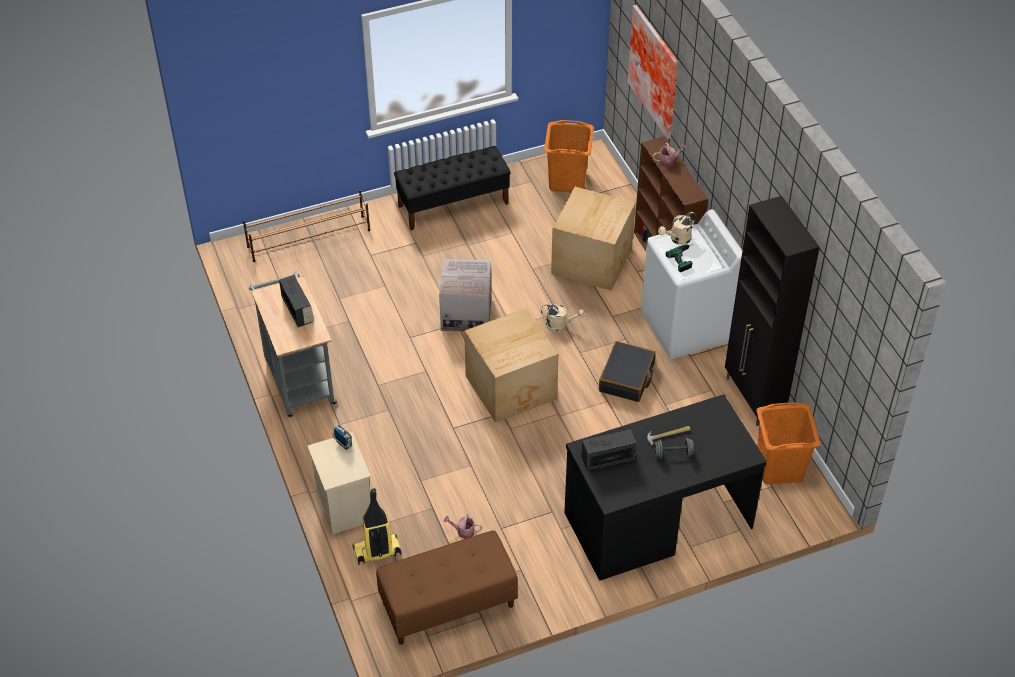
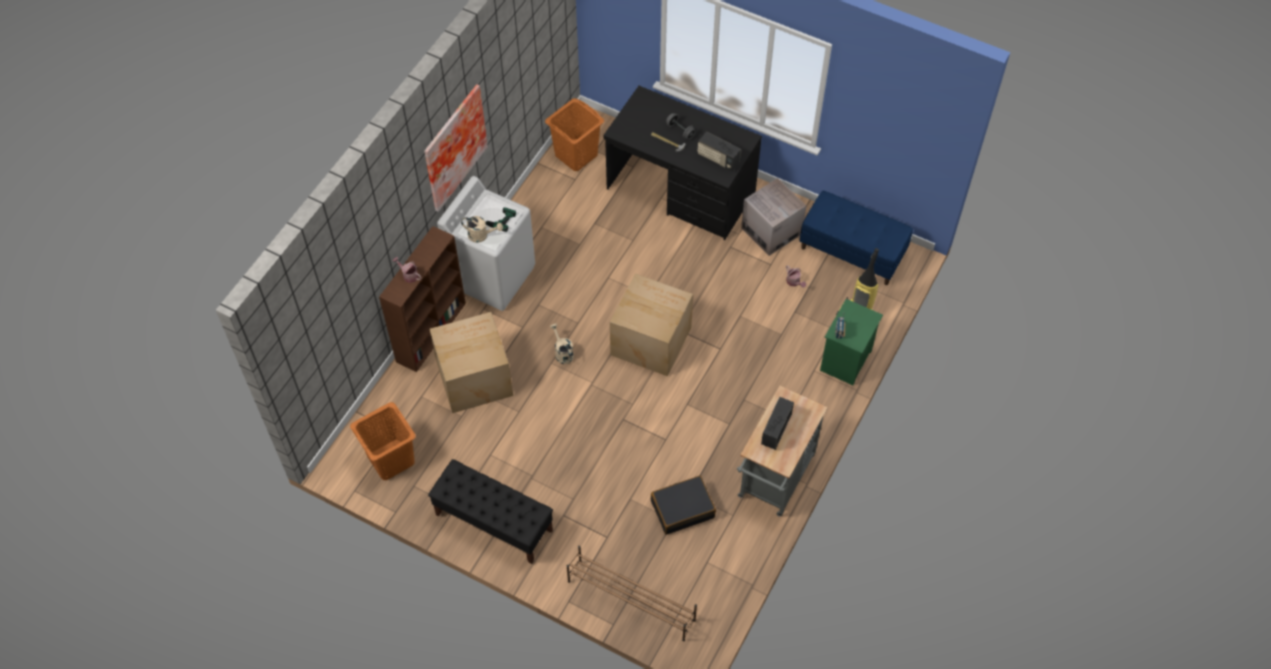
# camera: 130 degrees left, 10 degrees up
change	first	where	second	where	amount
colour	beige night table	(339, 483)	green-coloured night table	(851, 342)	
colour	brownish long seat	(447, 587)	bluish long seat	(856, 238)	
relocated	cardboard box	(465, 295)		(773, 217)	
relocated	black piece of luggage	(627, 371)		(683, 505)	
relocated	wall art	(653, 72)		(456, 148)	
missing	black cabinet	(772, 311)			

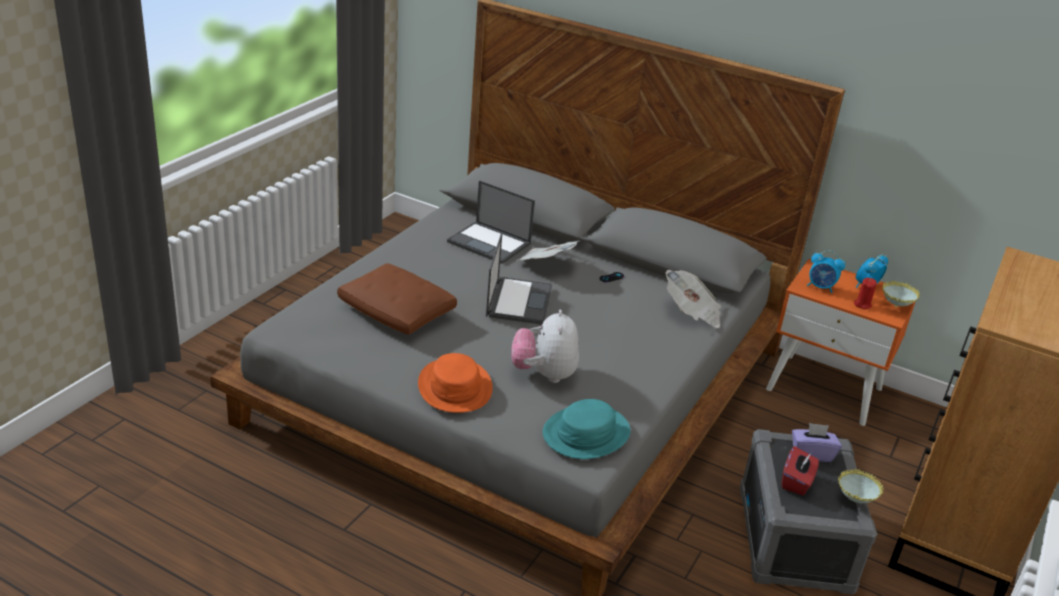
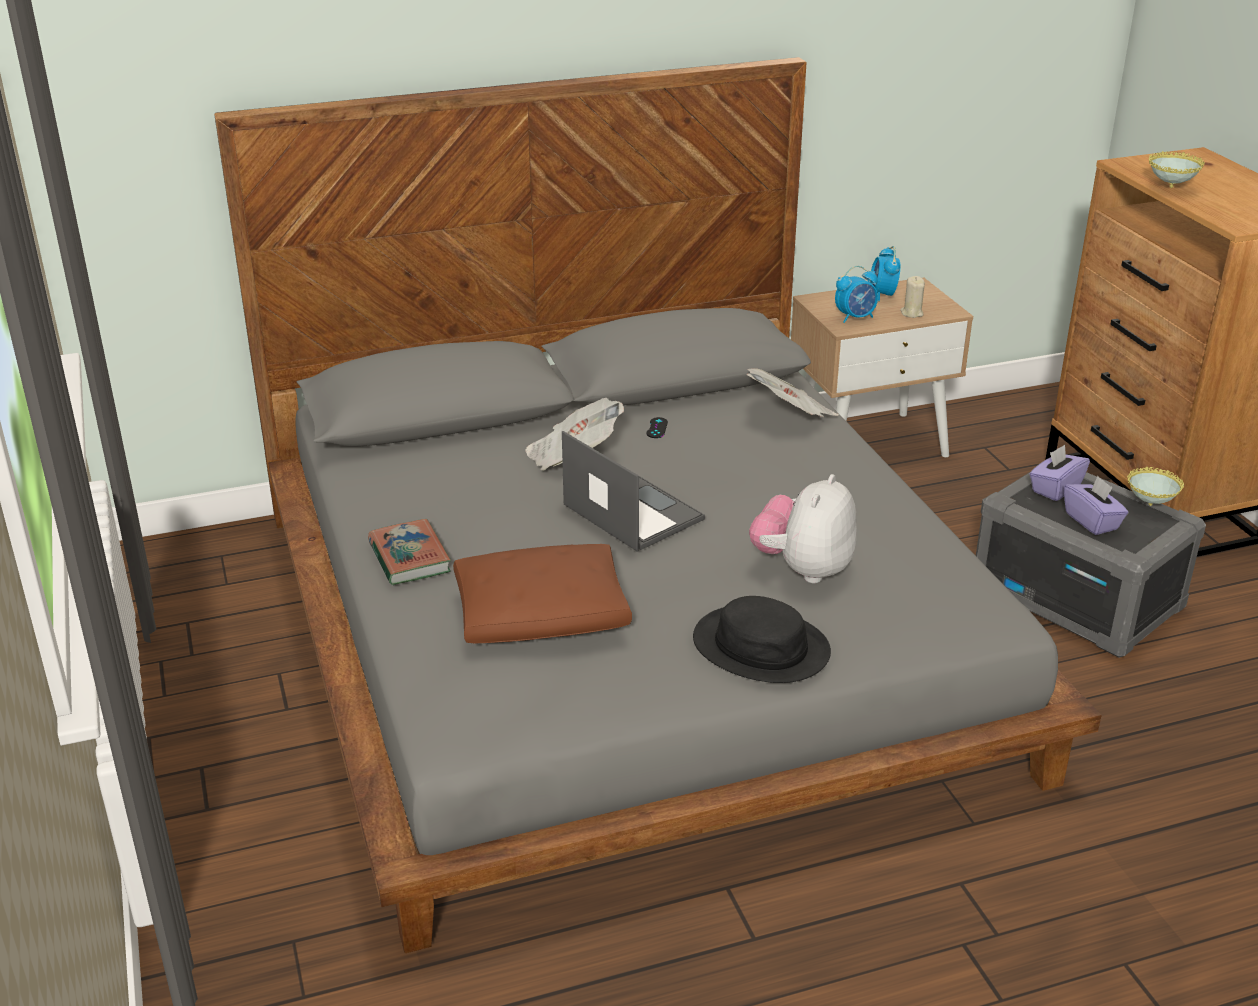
# camera: 45 degrees left, 0 degrees up
change	first	where	second	where	amount
colour	orange clothing hat	(455, 383)	black clothing hat	(762, 639)	
missing	laptop	(491, 222)			
spun	soft toy	(545, 346)		(803, 528)	75 degrees clockwise
missing	turquoise clothing hat	(587, 429)			
colour	orange night table	(841, 342)	beige night table	(882, 367)	
colour	reddish tissue box	(800, 470)	purple-coloured tissue box	(1096, 505)	
colour	reddish wax light	(865, 293)	beige wax light	(912, 297)	
relocated	serving bowl	(901, 294)		(1177, 169)	
appeared			bound book	(409, 552)	

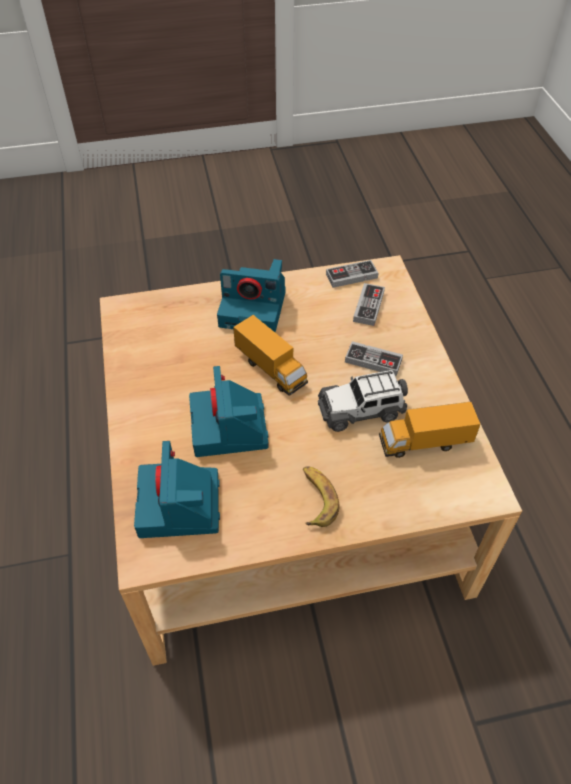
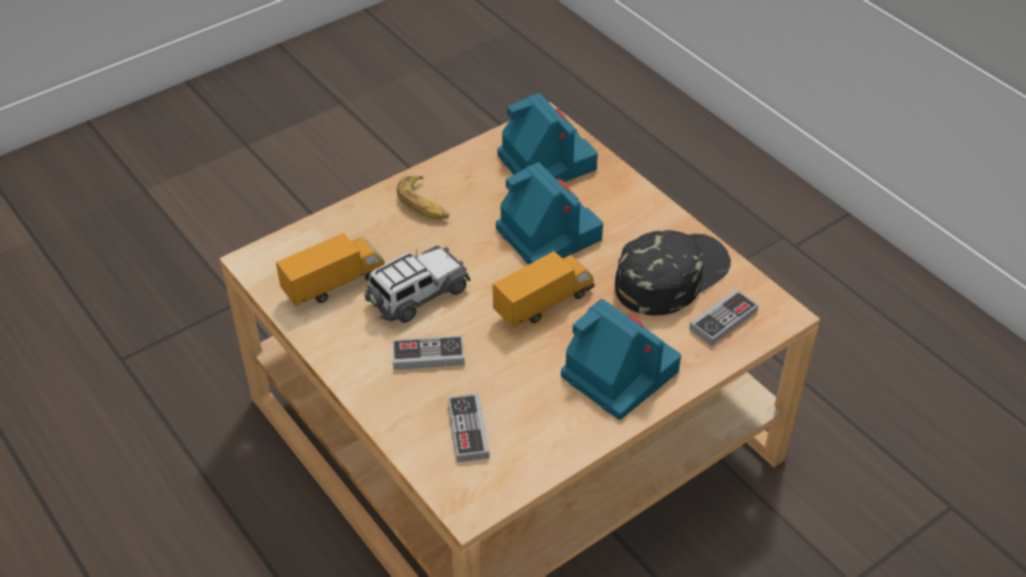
# camera: 155 degrees right, 5 degrees down
change	first	where	second	where	amount
spun	photo camera	(251, 295)		(621, 359)	60 degrees clockwise
spun	toy lorry	(270, 355)		(544, 289)	120 degrees clockwise
relocated	game controller	(352, 274)		(724, 317)	
appeared			black cap	(673, 272)	

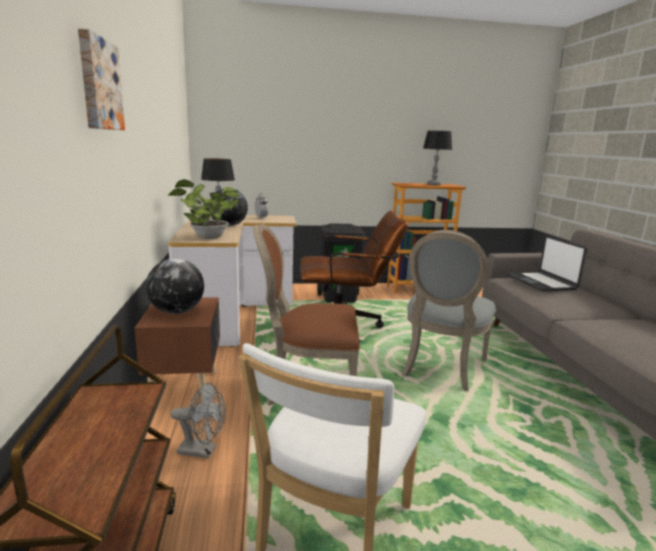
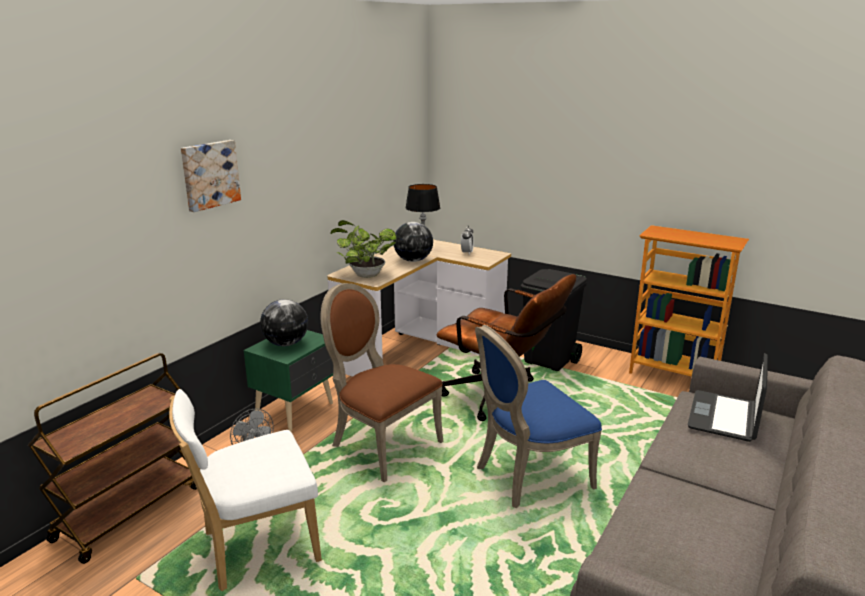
# camera: 40 degrees right, 5 degrees up
change	first	where	second	where	amount
colour	brownish night table	(177, 350)	green-coloured night table	(288, 381)	
colour	gray plain chair	(449, 310)	bluish plain chair	(538, 417)	
missing	lamp for a table	(437, 158)			

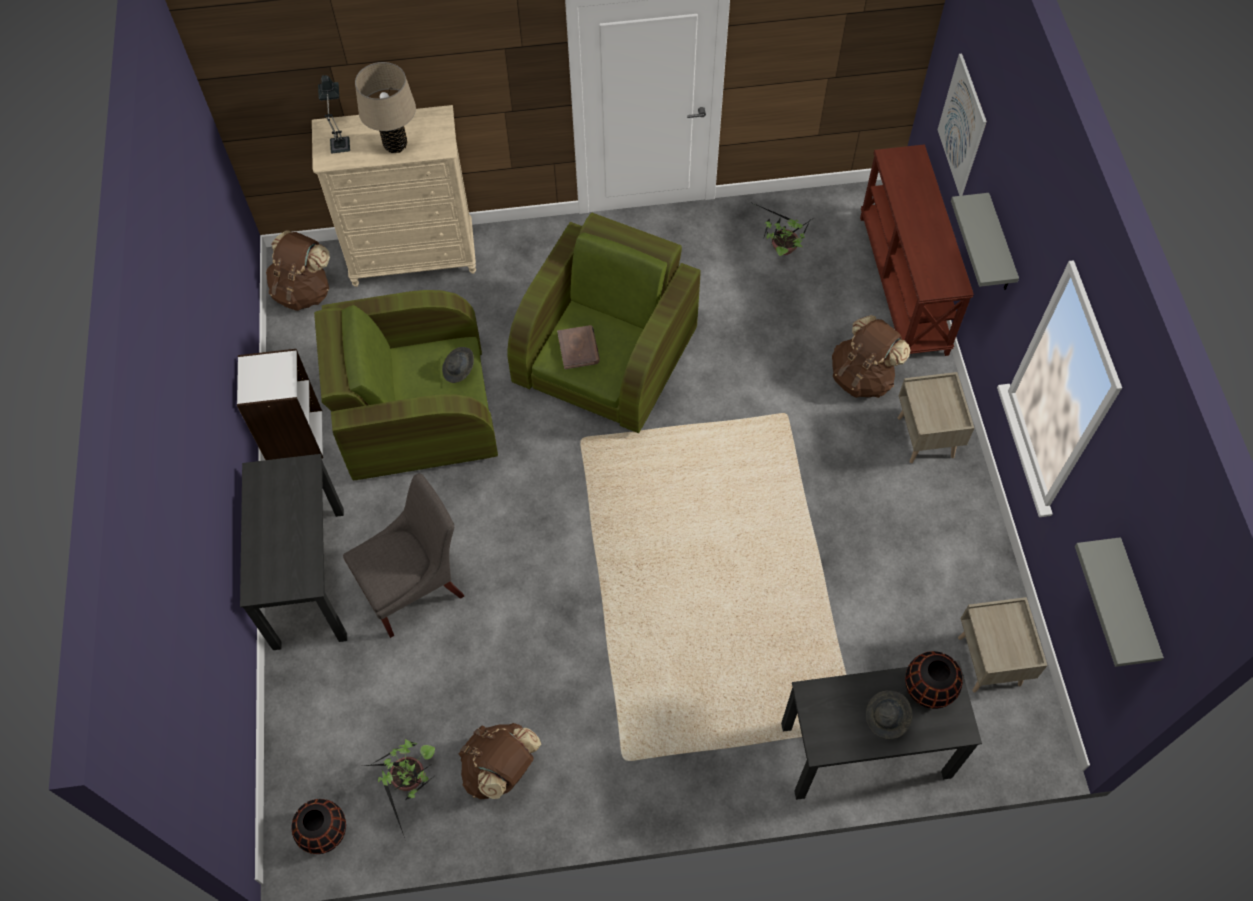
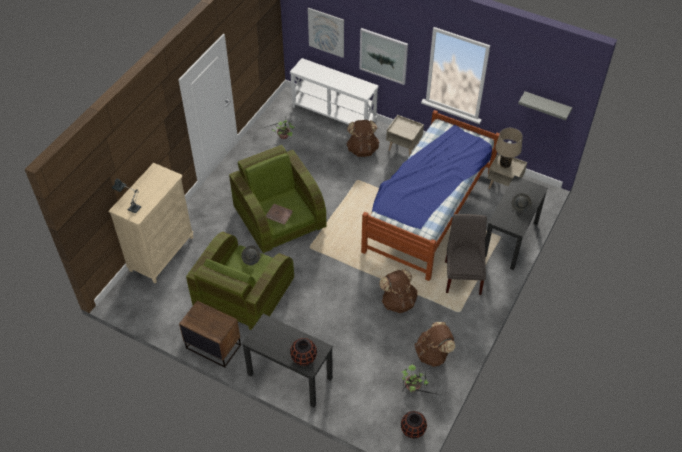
# camera: 55 degrees left, 10 degrees down
change	first	where	second	where	amount
exchanged	whitish bookshelf	(280, 404)	brownish night table	(210, 334)	
relocated	brownish backpack	(298, 270)		(398, 291)	
relocated	gray plain chair	(403, 555)		(466, 254)	
relocated	beige lamp for a table	(385, 107)		(509, 148)	
colour	brownish console table	(917, 250)	whitish console table	(334, 91)	
relocated	black flower vase	(934, 680)		(303, 352)	
exchanged	gray bracket shelf	(985, 241)	wall art	(383, 56)	
appeared			bedroom bed	(430, 195)	

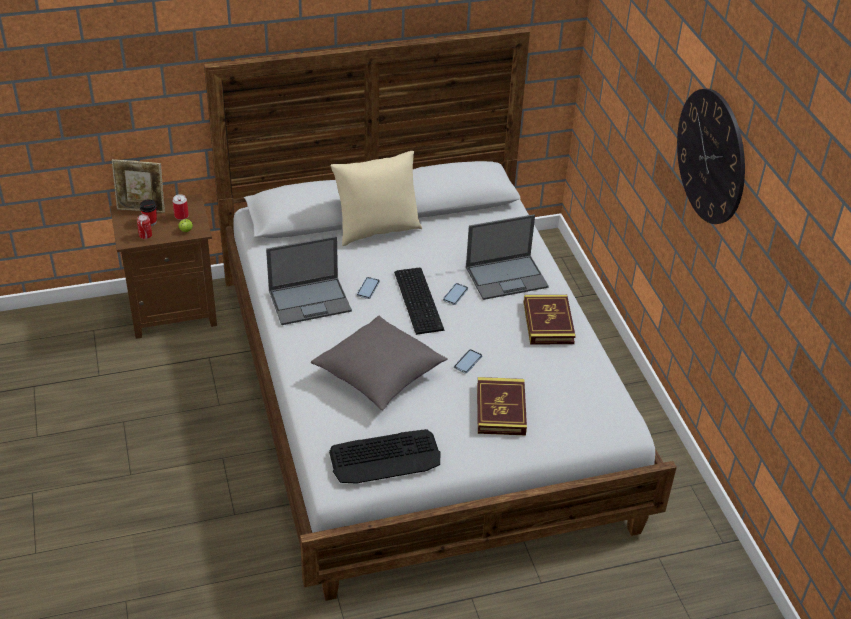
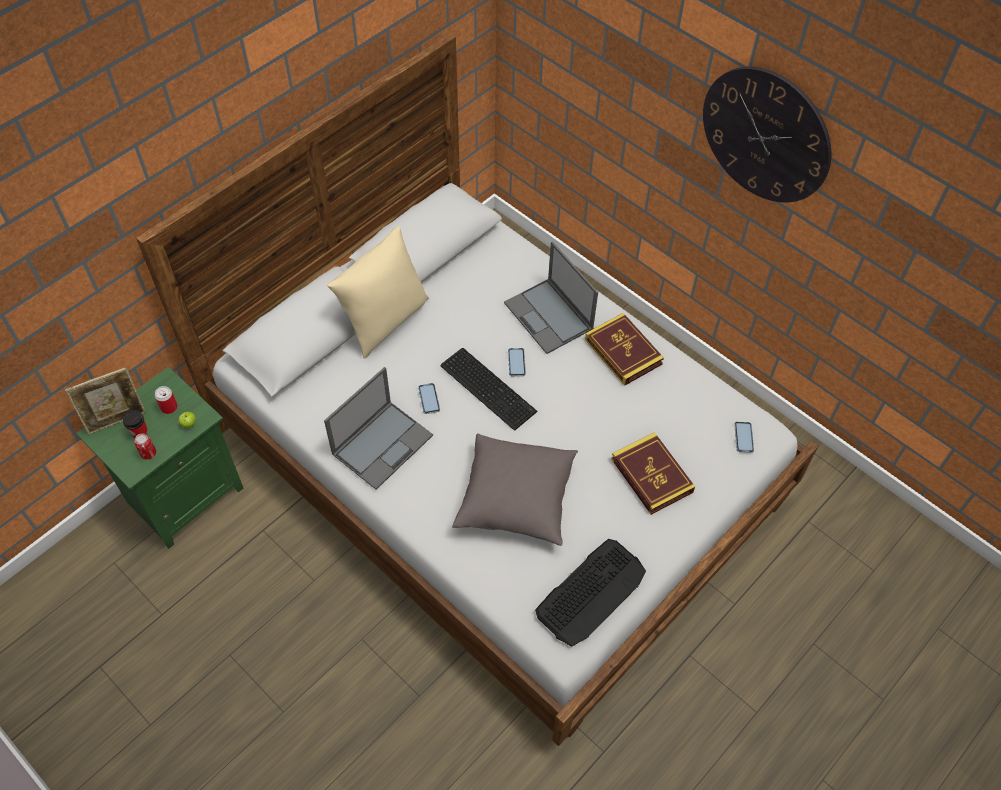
# camera: 30 degrees left, 15 degrees up
change	first	where	second	where	amount
colour	brownish night table	(163, 266)	green-coloured night table	(160, 458)	
relocated	telephone	(468, 361)		(744, 437)	
spun	laptop	(507, 257)		(551, 297)	105 degrees clockwise

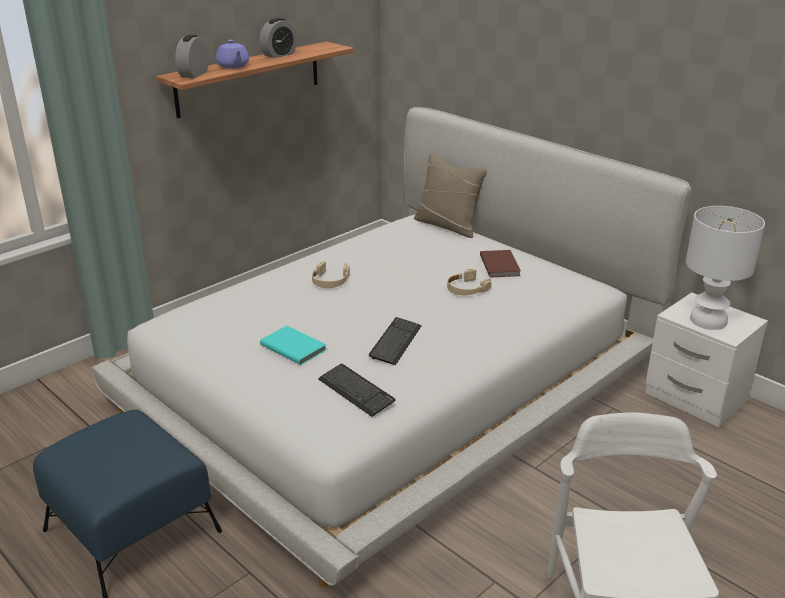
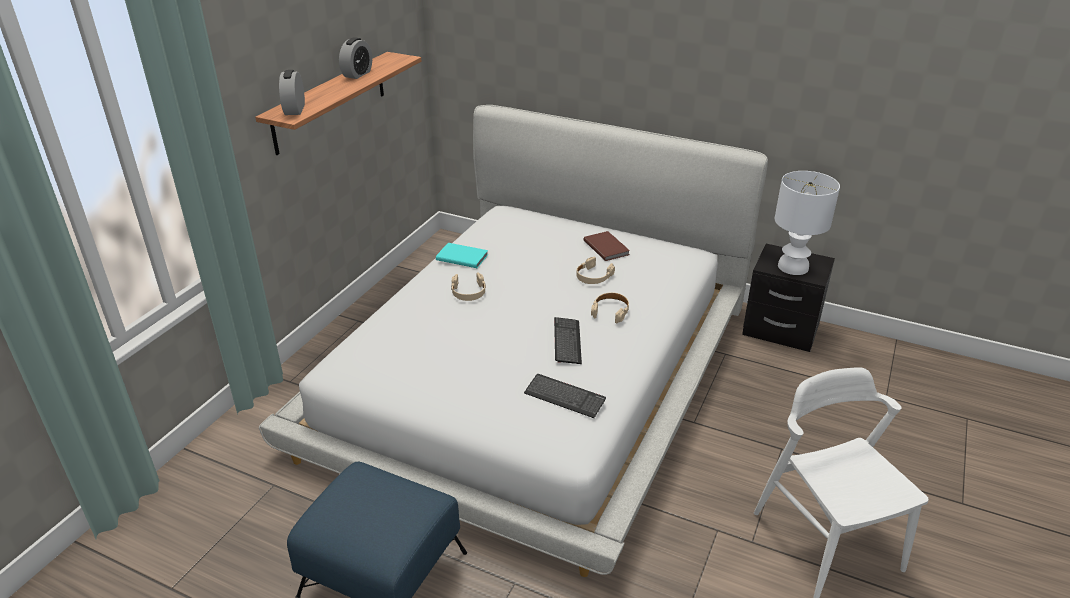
# camera: 20 degrees left, 5 degrees up
change	first	where	second	where	amount
missing	purple-coloured teapot	(232, 54)			
relocated	turquoise bound book	(293, 345)		(462, 255)	
missing	beige pillow	(450, 196)			
colour	whitish night table	(706, 359)	black night table	(788, 298)	
appeared			beige headphones	(610, 307)	

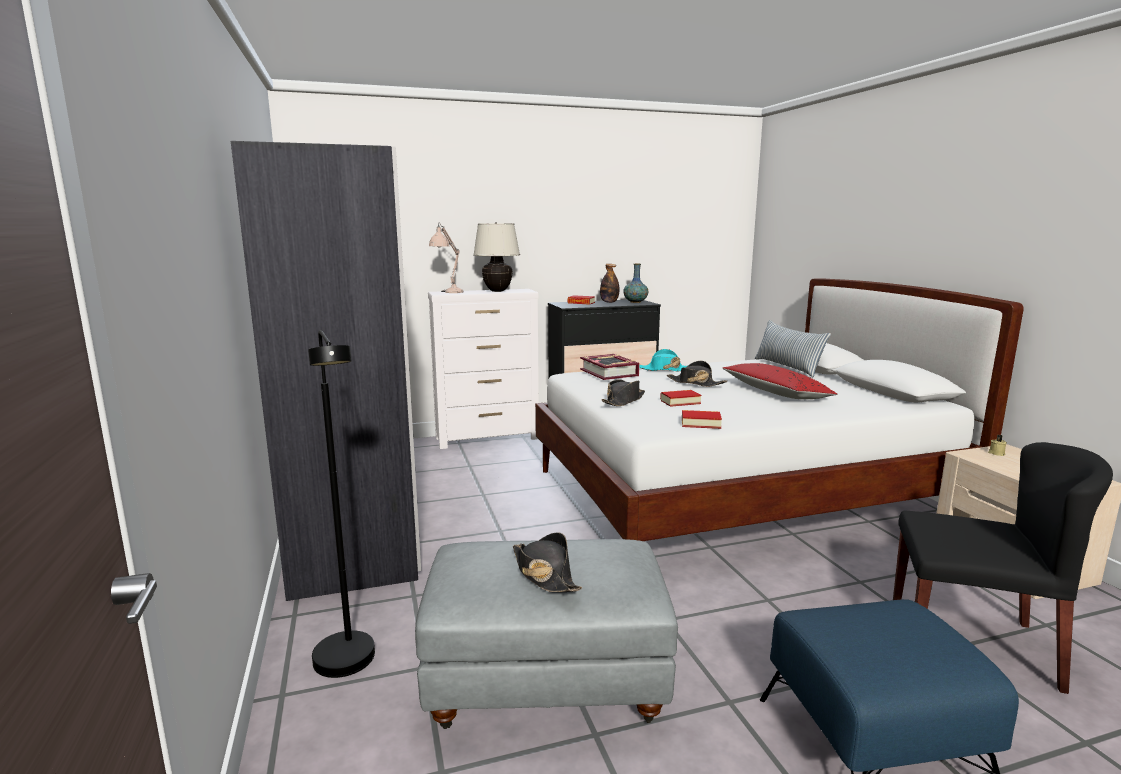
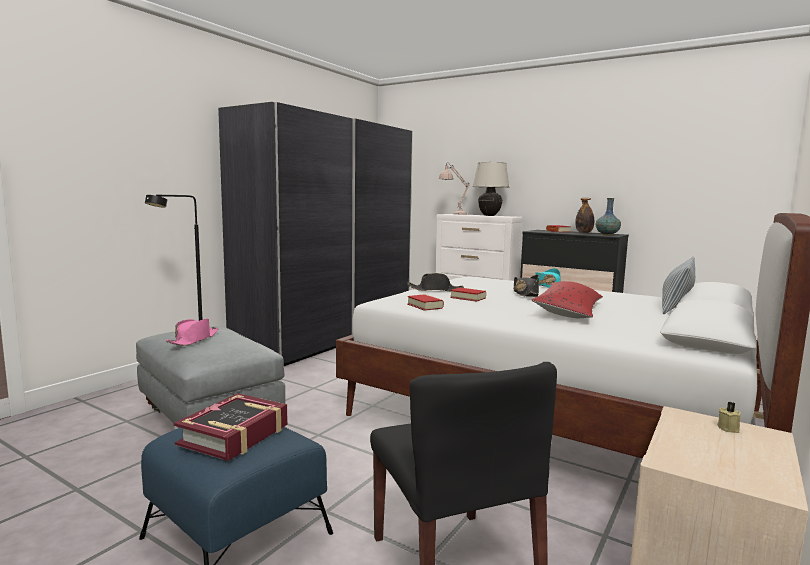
# camera: 50 degrees right, 5 degrees down
change	first	where	second	where	amount
colour	black clothing hat	(547, 562)	pinkish clothing hat	(192, 332)	
relocated	bound book	(609, 367)		(231, 427)	

